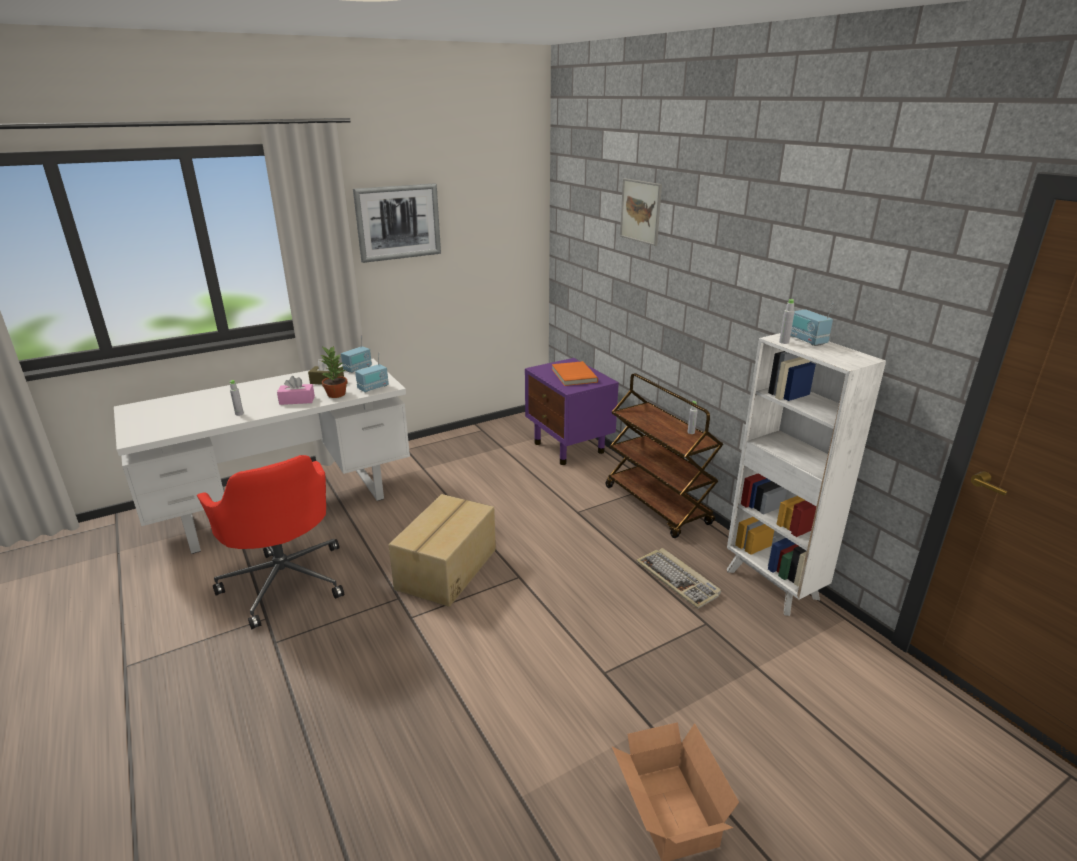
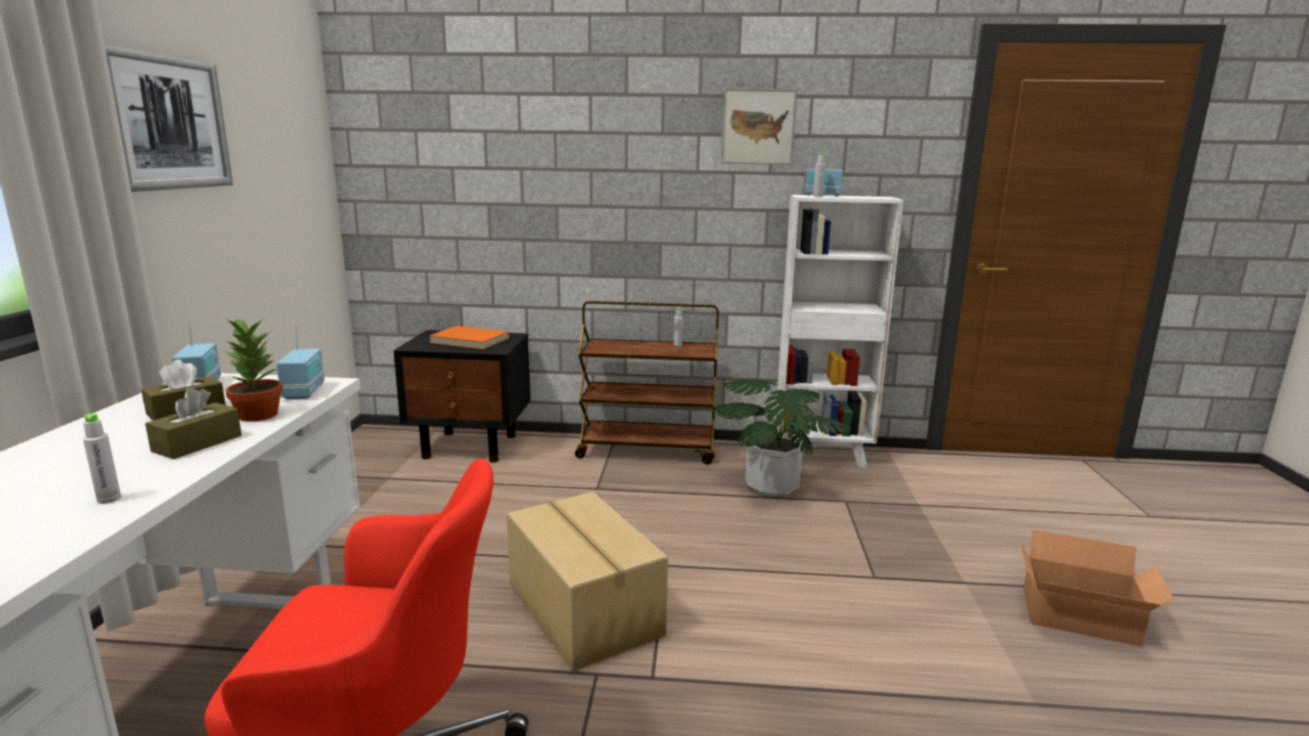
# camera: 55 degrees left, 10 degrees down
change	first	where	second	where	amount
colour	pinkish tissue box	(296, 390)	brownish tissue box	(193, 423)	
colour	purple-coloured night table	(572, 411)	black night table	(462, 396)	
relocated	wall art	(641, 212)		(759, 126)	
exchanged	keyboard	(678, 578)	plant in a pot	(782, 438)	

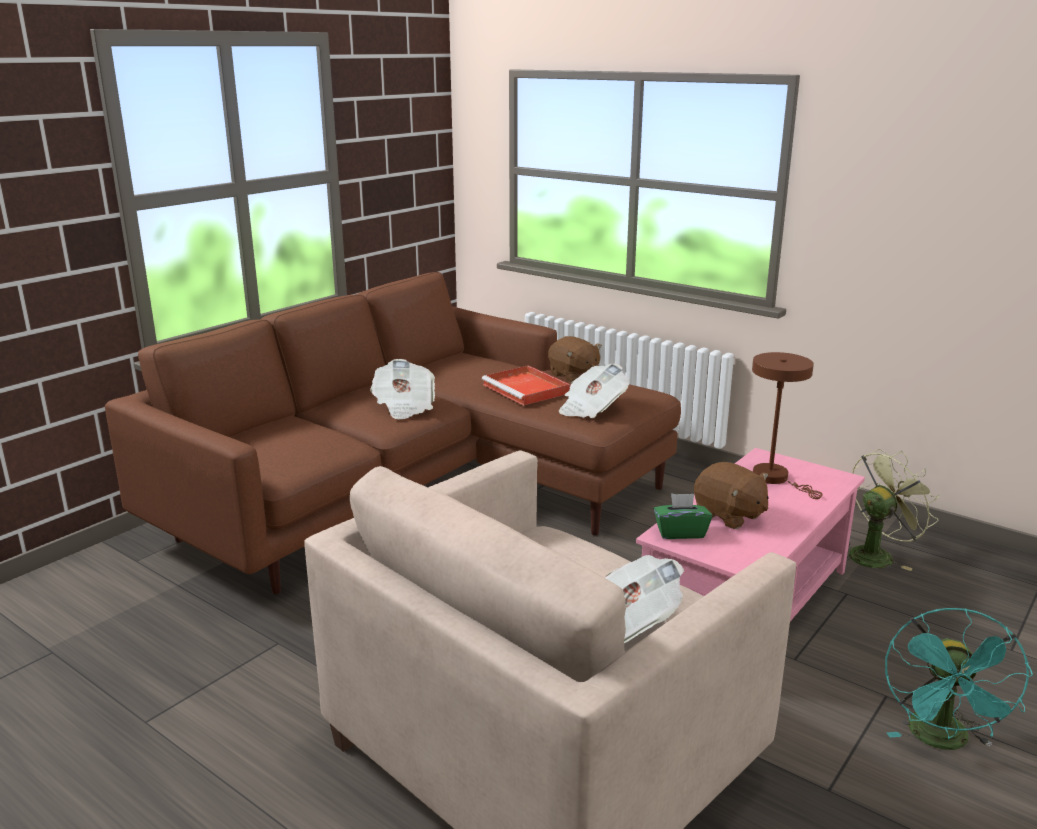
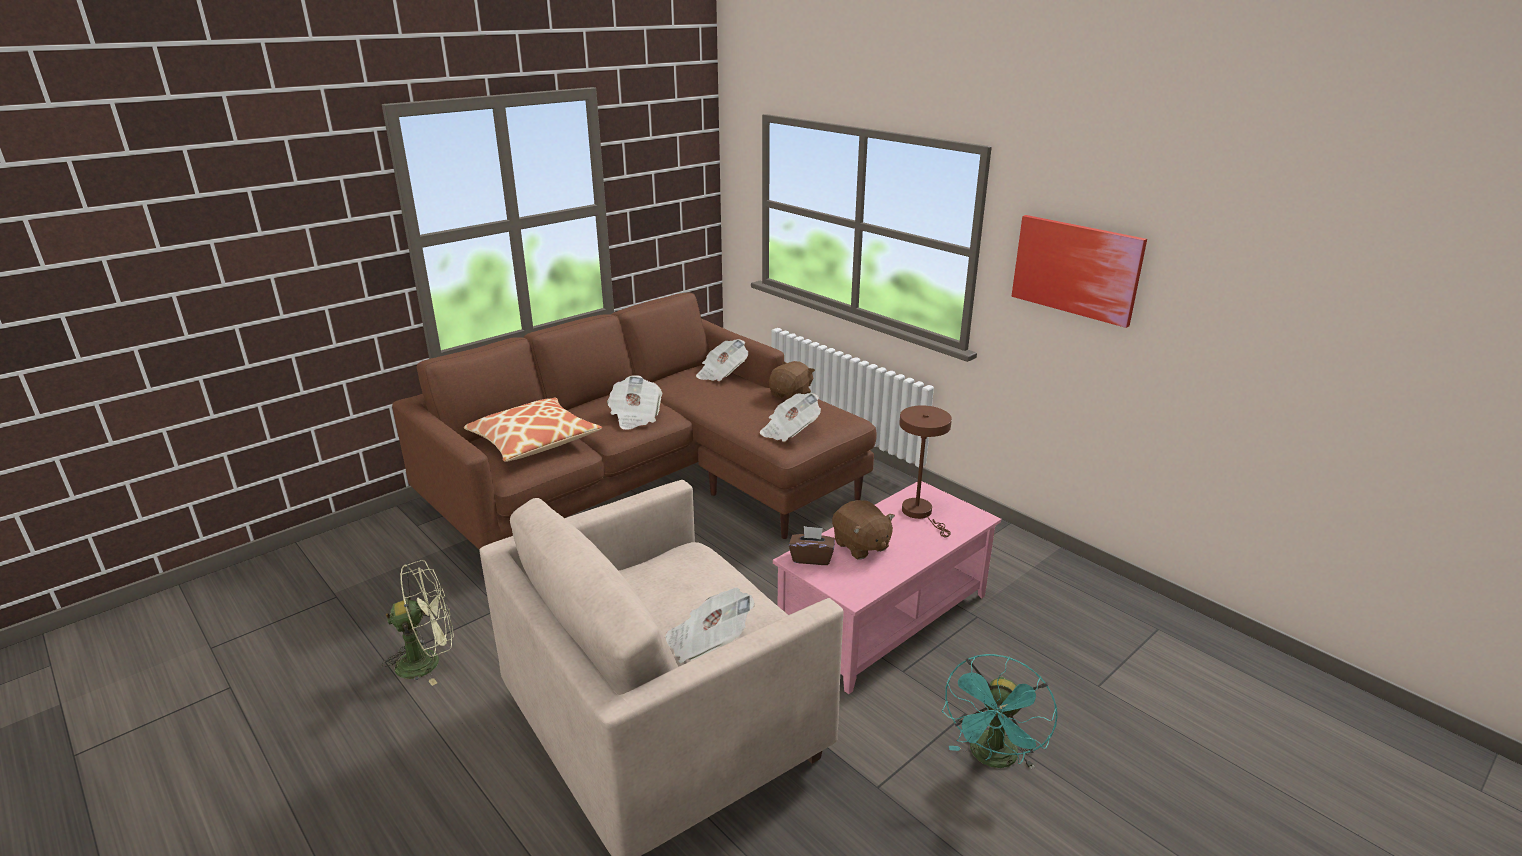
# camera: 10 degrees right, 5 degrees up
change	first	where	second	where	amount
missing	reddish carrying tray	(526, 385)			
spun	brownish soft toy	(575, 359)		(792, 380)	120 degrees counterclockwise
colour	green-coloured tissue box	(683, 516)	brownish tissue box	(812, 545)	
relocated	green-coloured electric fan	(892, 510)		(418, 623)	
appeared			pillow	(533, 430)	
appeared			daily paper	(722, 360)	
appeared			wall art	(1079, 271)	

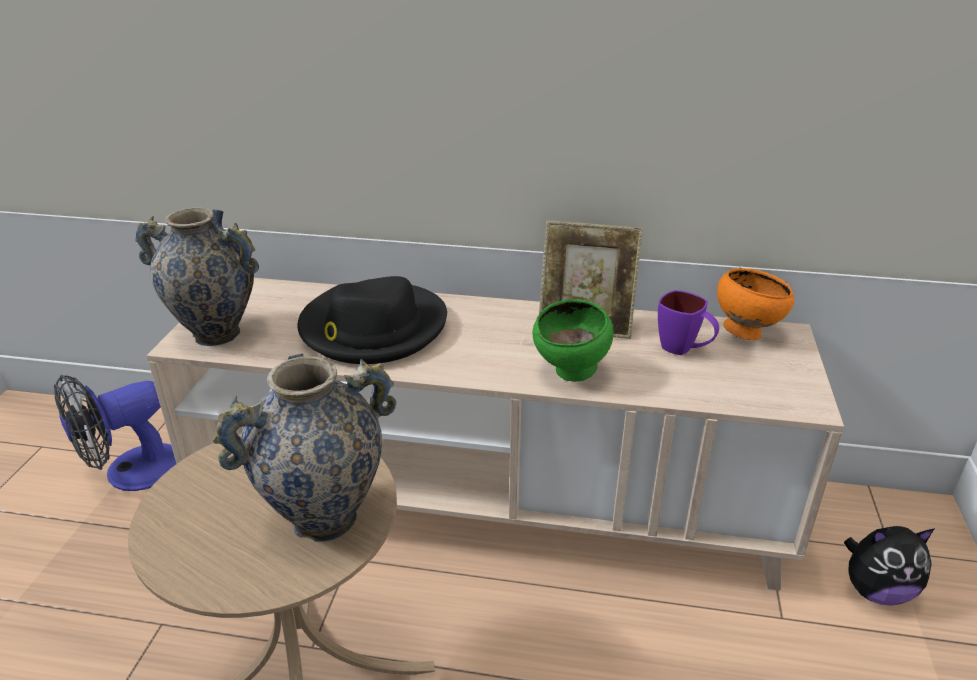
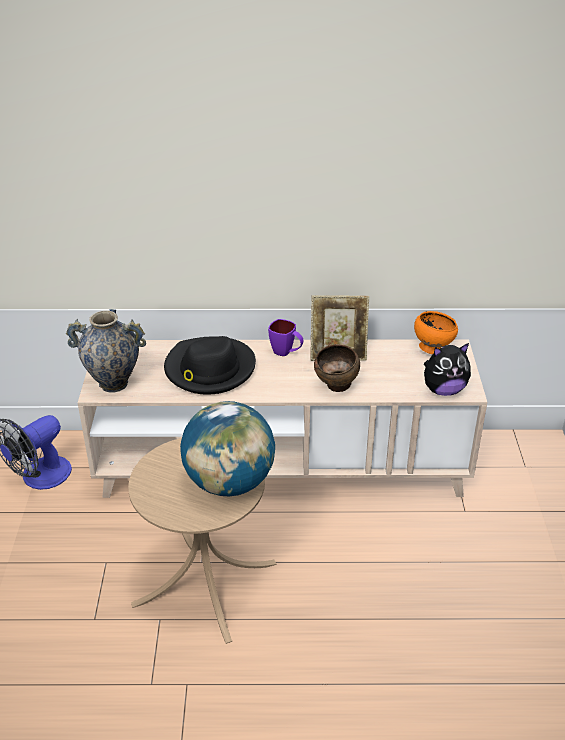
# camera: 10 degrees left, 5 degrees up
change	first	where	second	where	amount
exchanged	flower vase	(304, 448)	desk globe	(227, 448)	
colour	green-coloured serving bowl	(573, 340)	brownish serving bowl	(337, 368)	
relocated	purple-coloured coffee mug	(688, 322)		(286, 337)	
relocated	soft toy	(889, 566)		(447, 369)	

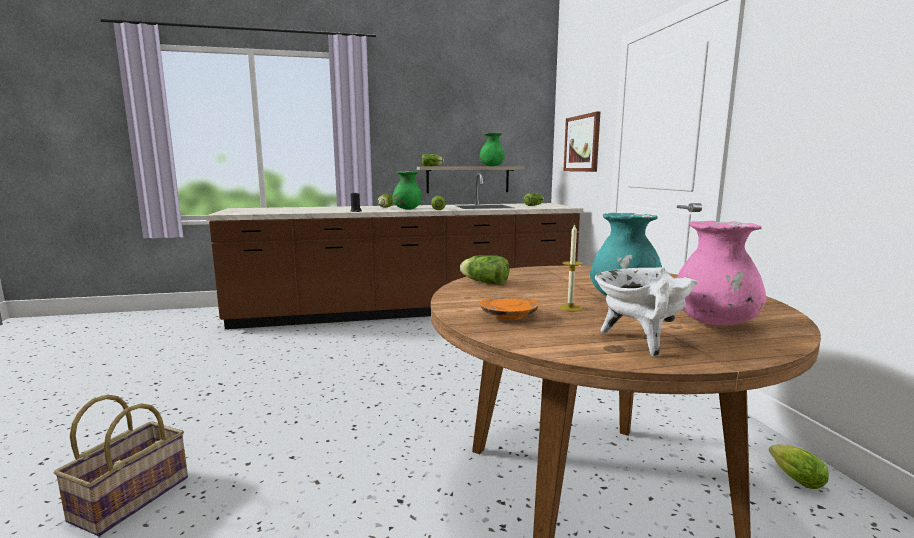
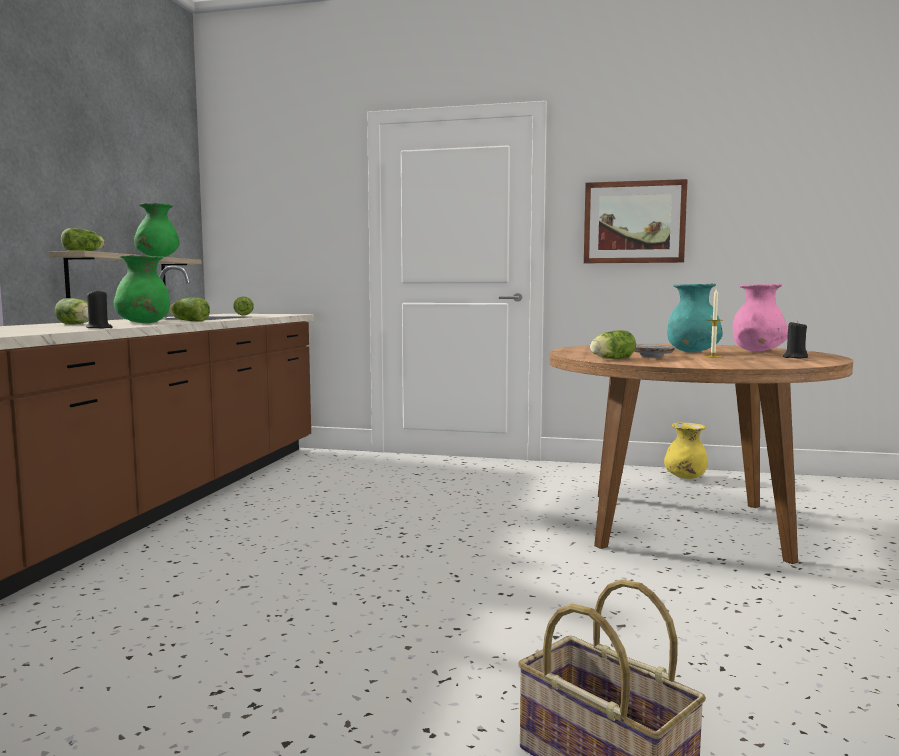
# camera: 65 degrees left, 5 degrees down
change	first	where	second	where	amount
missing	orange flat dish	(509, 308)			
relocated	wall art	(581, 142)		(636, 221)	
exchanged	whitish saucepot	(646, 312)	black wax light	(795, 339)	
exchanged	head of lettuce	(799, 467)	yellow-coloured flower vase	(686, 450)	
appeared			gray flat dish	(654, 351)	

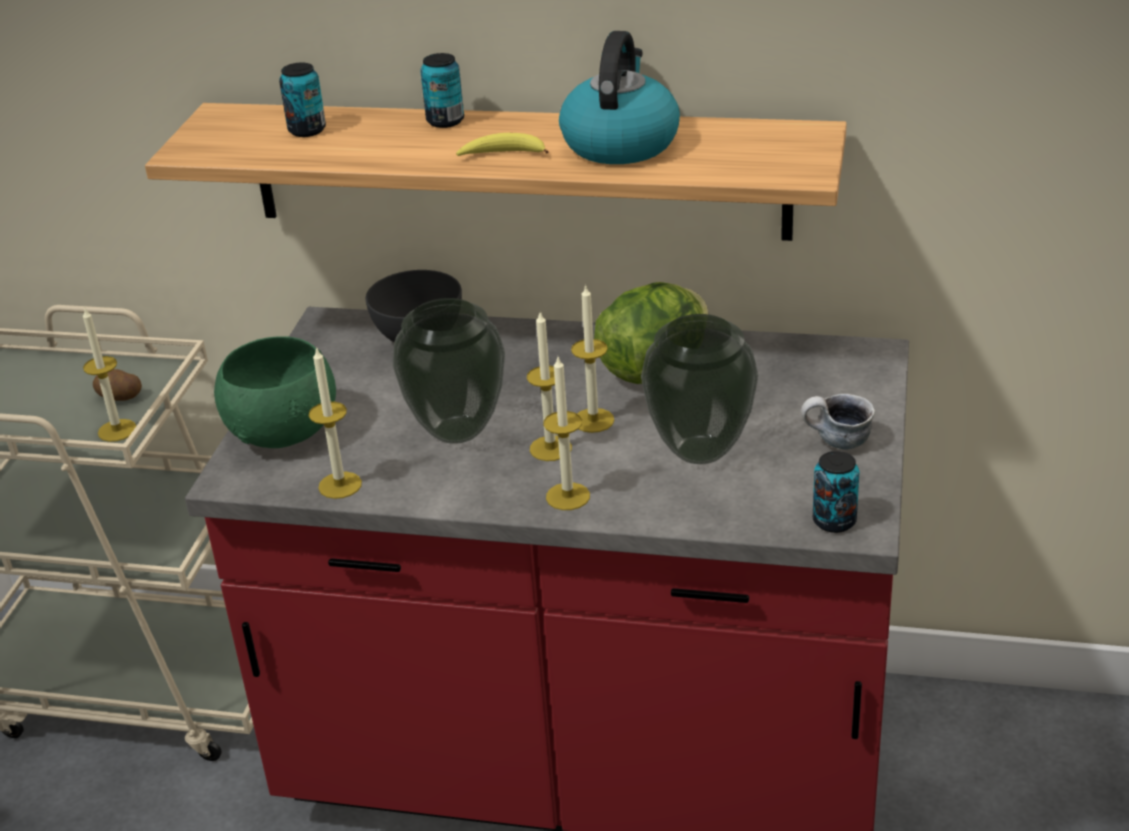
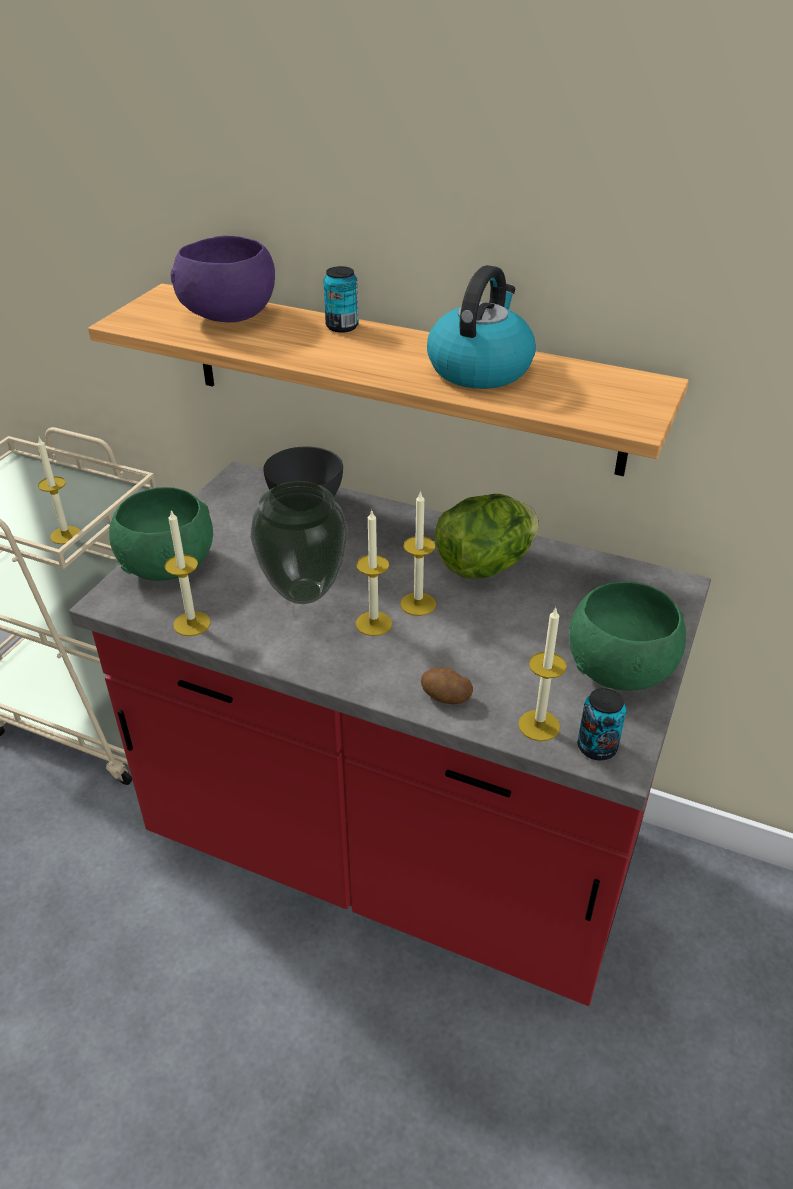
# camera: 10 degrees right, 5 degrees up
change	first	where	second	where	amount
relocated	potato	(117, 385)		(447, 686)	
exchanged	sealed can	(302, 100)	purple-coloured serving bowl	(222, 279)	
missing	banana fruit	(502, 144)			
relocated	wax light	(566, 433)		(542, 674)	
missing	flower vase	(699, 389)			
exchanged	coffee mug	(838, 422)	green-coloured serving bowl	(627, 635)	

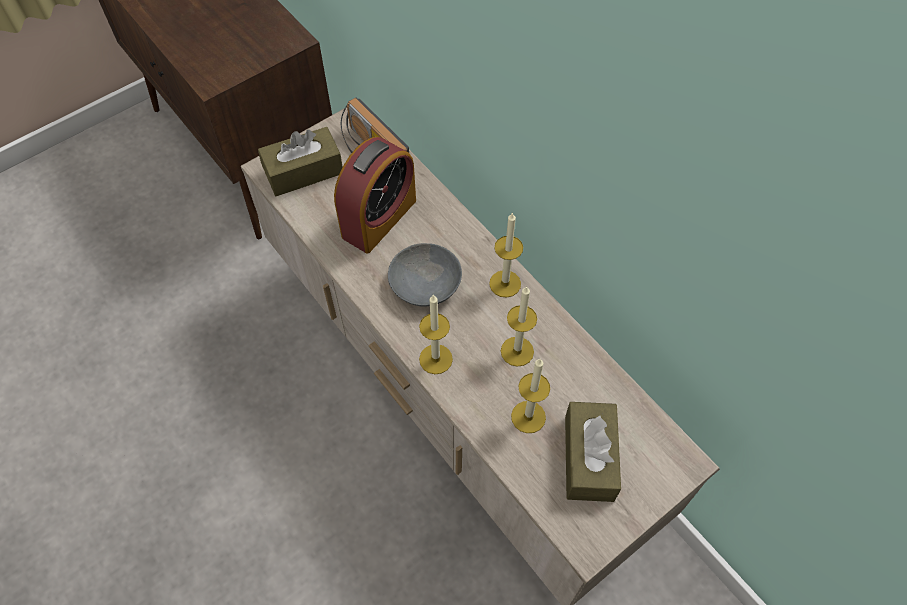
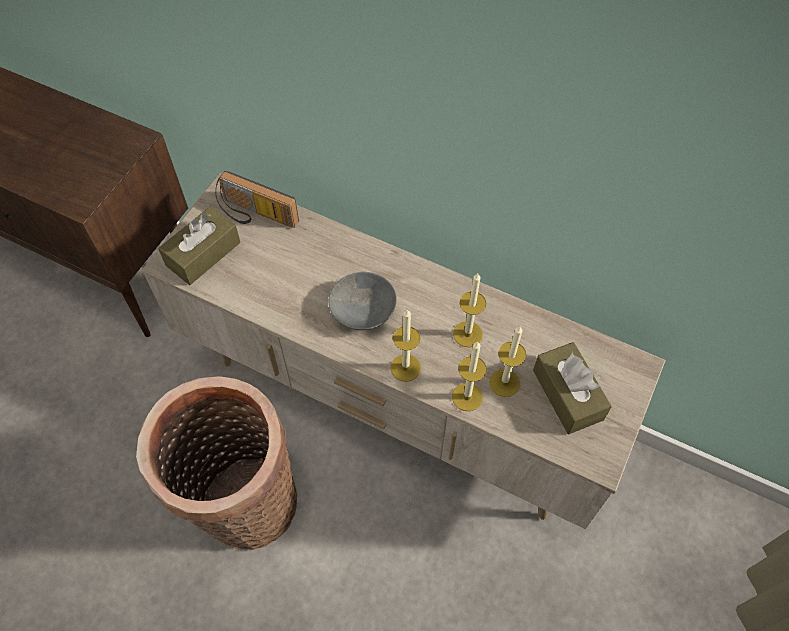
# camera: 25 degrees left, 0 degrees up
change	first	where	second	where	amount
missing	table clock	(375, 195)			
relocated	wax light	(506, 255)		(469, 376)	
appeared			basket	(216, 463)	

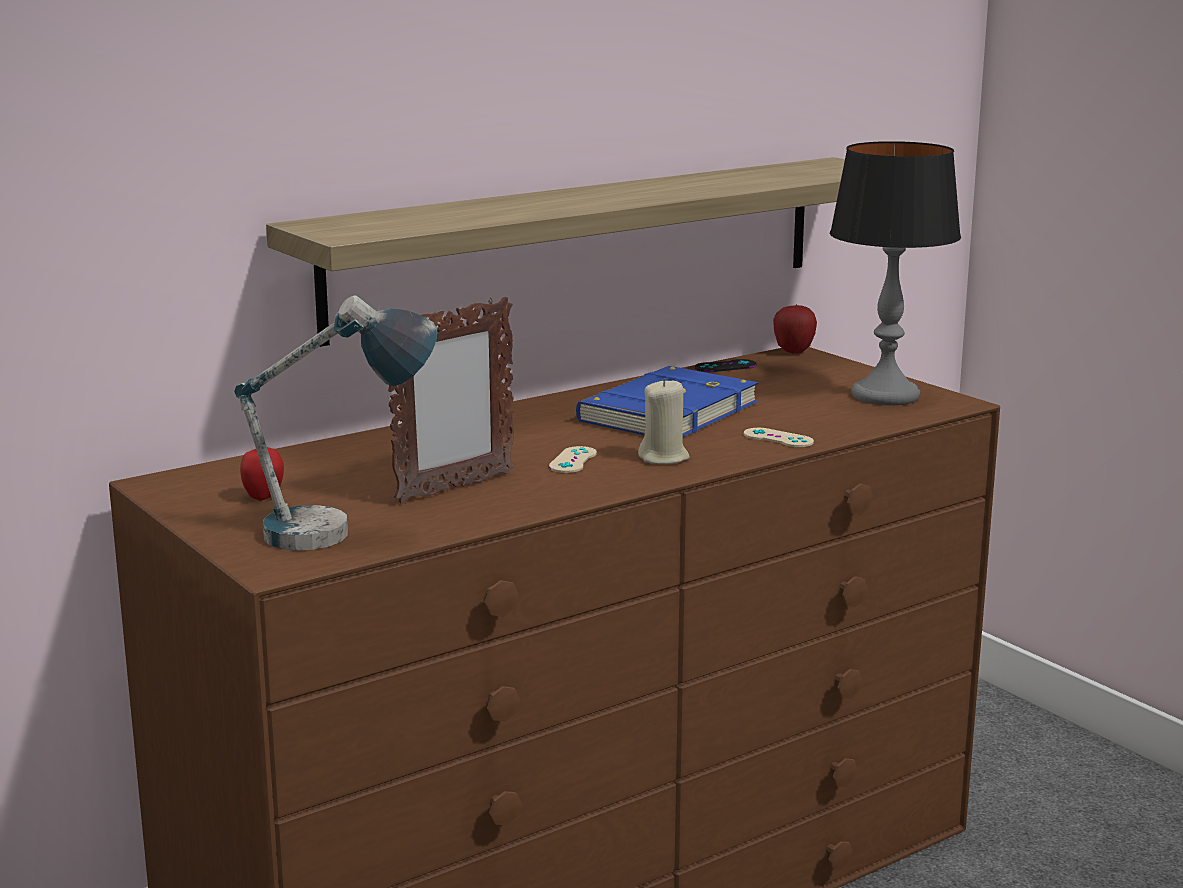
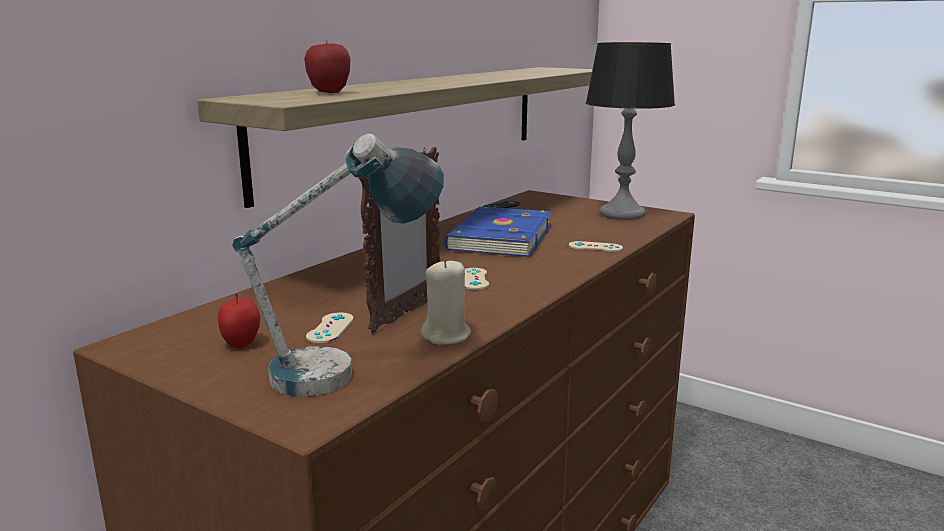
# camera: 20 degrees left, 0 degrees up
change	first	where	second	where	amount
relocated	beige wax light	(664, 421)		(446, 302)	
relocated	whole apple	(795, 329)		(327, 66)	
appeared			beige game controller	(330, 327)	

